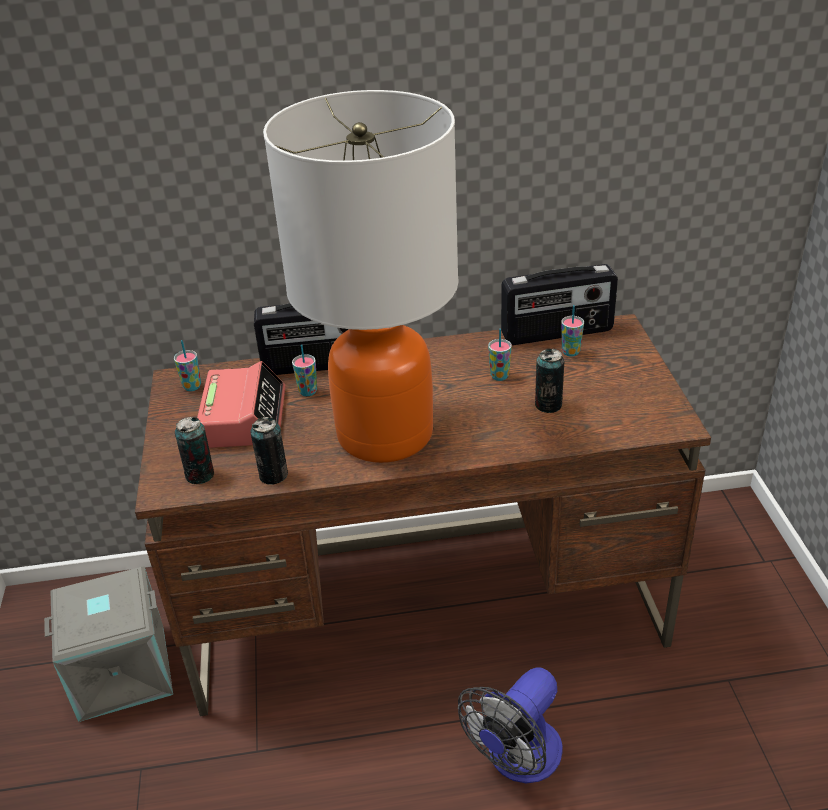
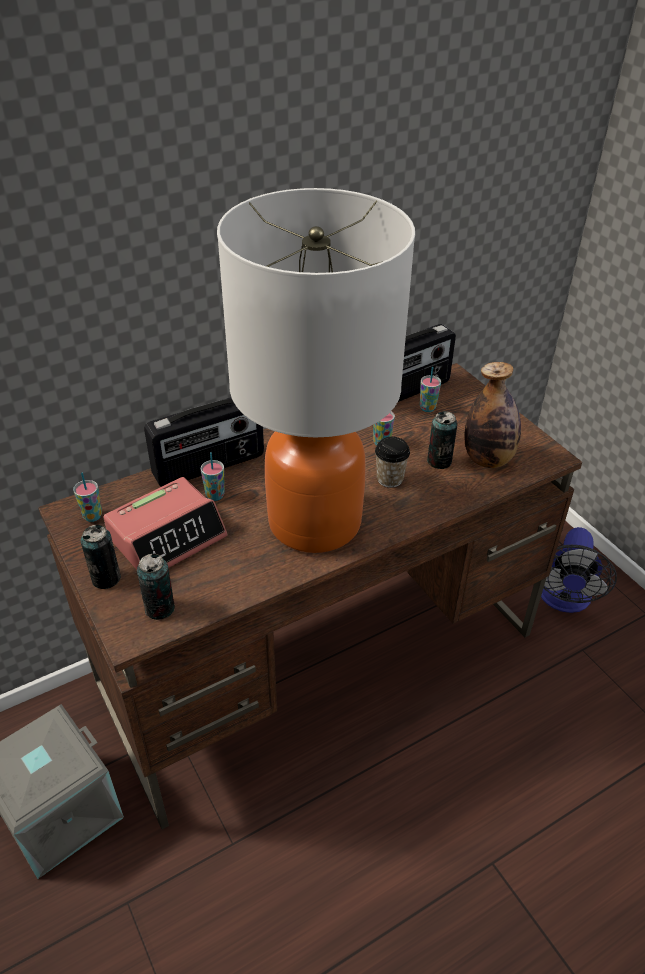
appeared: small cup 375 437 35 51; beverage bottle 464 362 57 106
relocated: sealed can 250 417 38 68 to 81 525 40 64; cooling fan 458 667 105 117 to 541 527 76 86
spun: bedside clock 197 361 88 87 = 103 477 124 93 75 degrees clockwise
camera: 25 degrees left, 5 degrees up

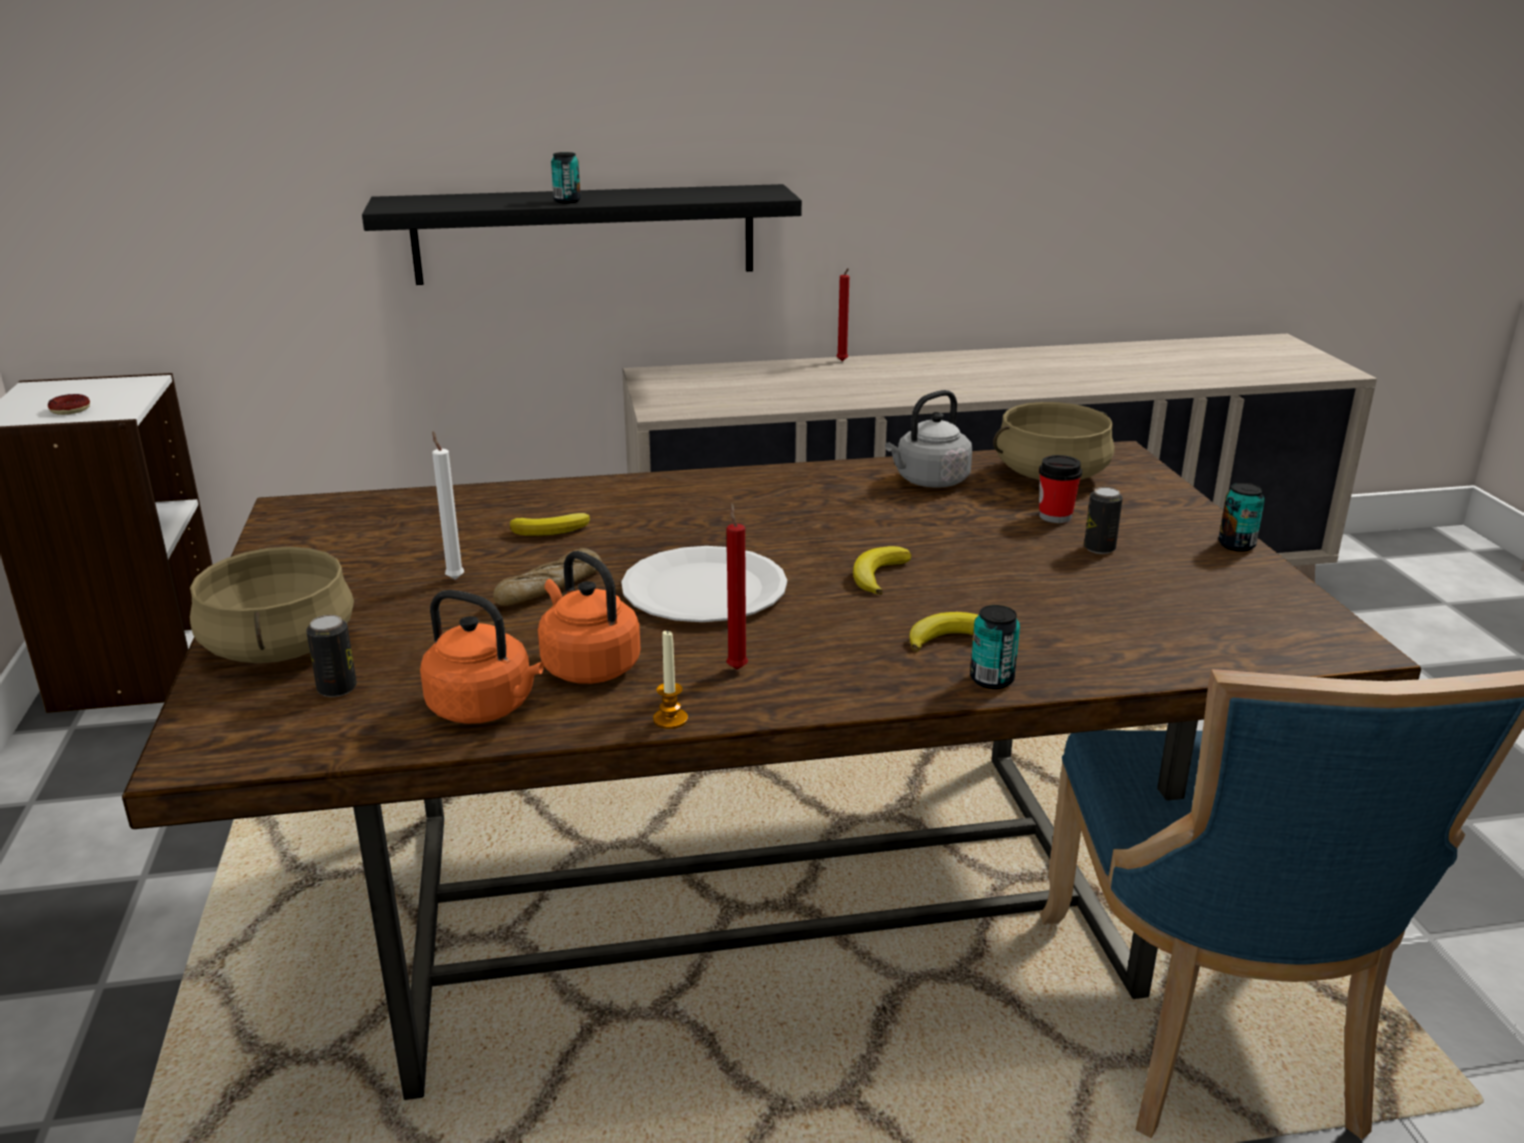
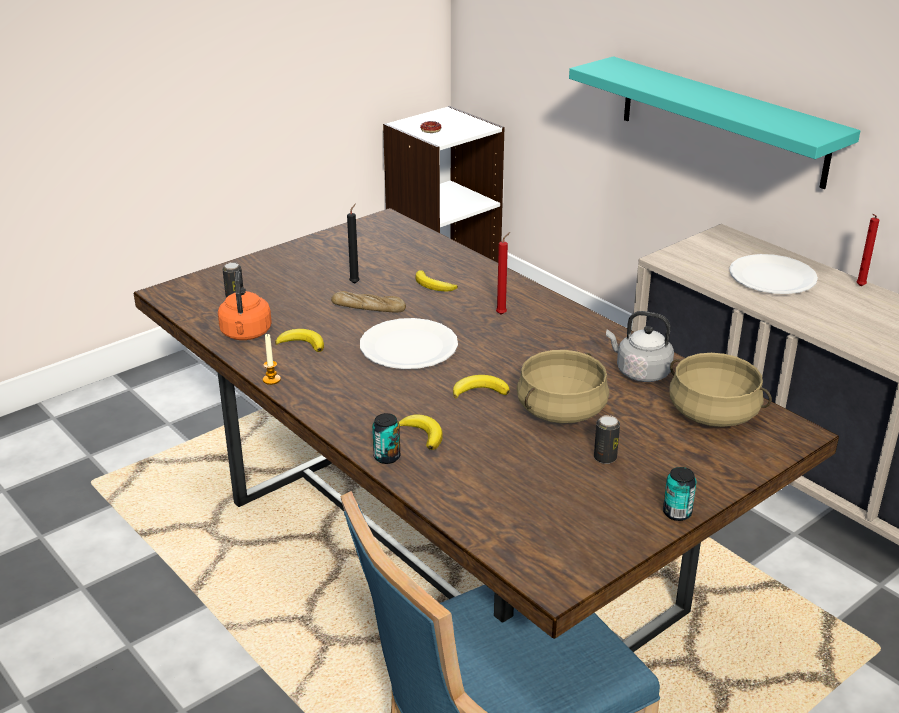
missing: sealed can 551 152 30 52; small cup 1039 455 43 68
appeared: flat dish/white-coloured 729 254 89 40
relocated: stockpot/beige 190 547 164 116 to 517 350 92 73; wax light/red 726 503 22 167 to 496 232 14 83
exchanged: kettle/orangey 538 551 103 133 to whole banana 275 329 49 23
colour: bracket shelf/black 362 184 440 101 to bracket shelf/blue-green 569 56 291 133; wax light/white-coloured 432 432 32 148 to wax light/black 347 203 13 81
camera: 60 degrees right, 5 degrees up

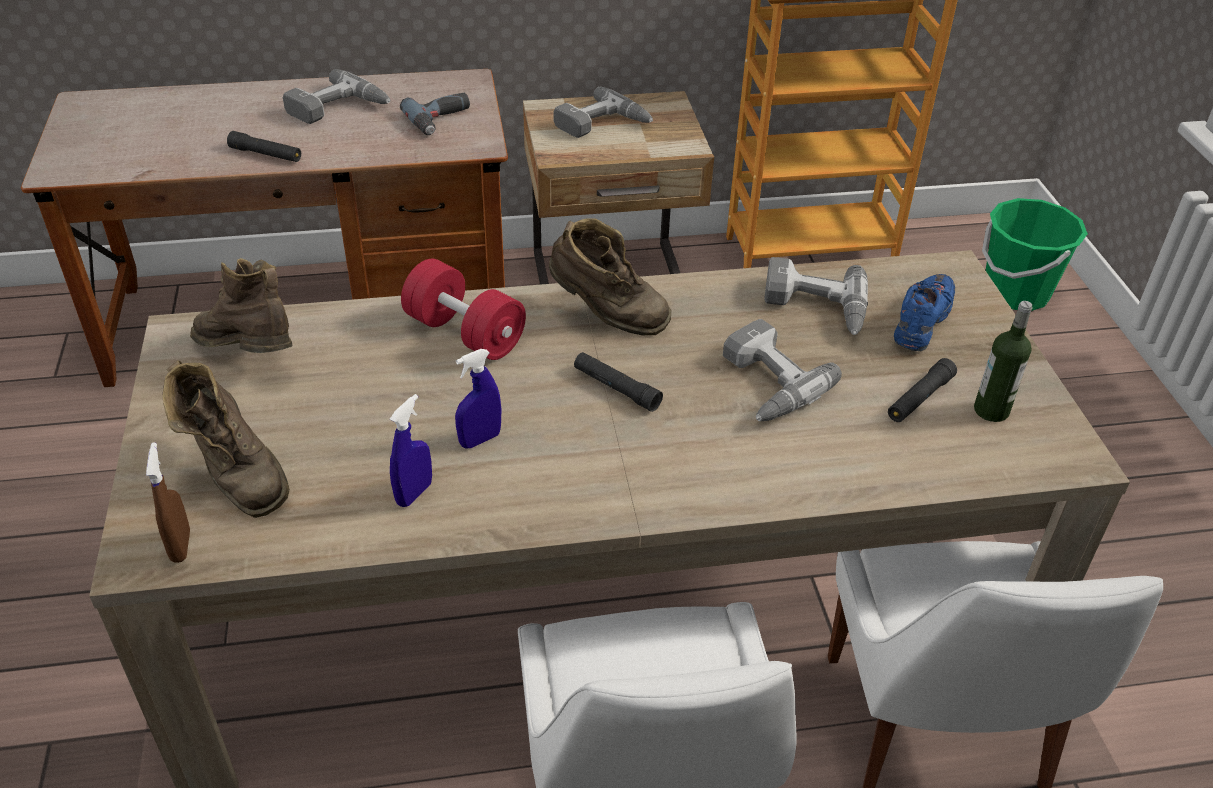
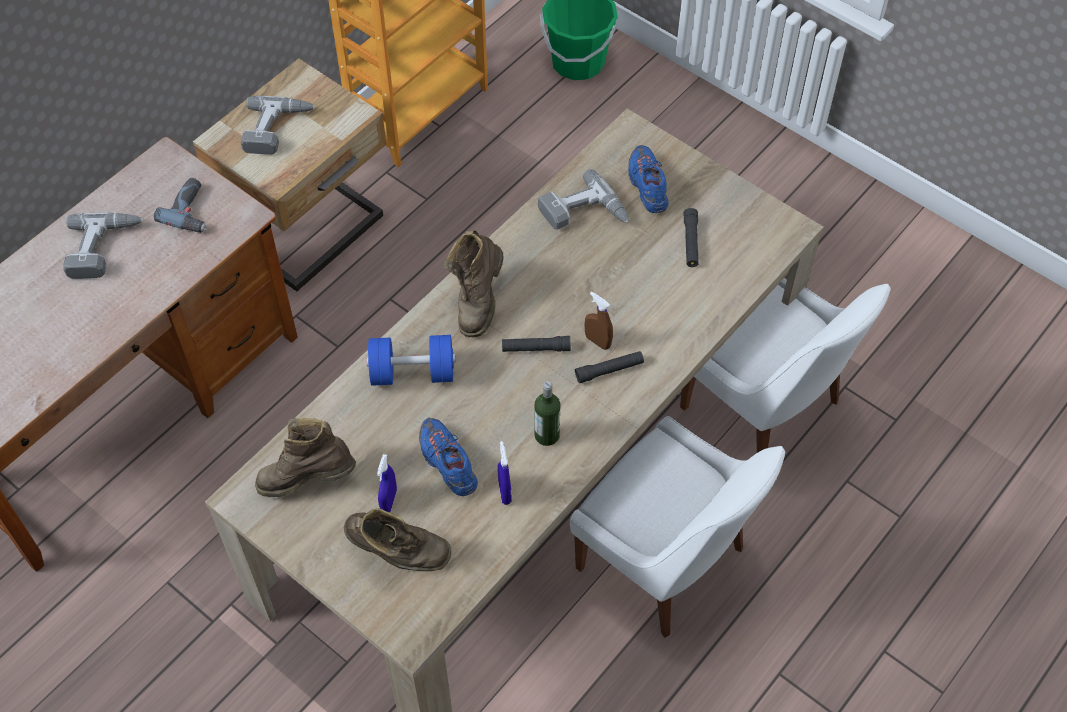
missing: electric drill 723 319 119 102
appeared: low shoe/blue 419 417 59 79
relocated: spray bottle/brown 146 442 44 121 to 584 291 29 59; hand torch/black 227 131 74 31 to 575 351 69 32; spray bottle/blue 455 349 46 100 to 377 454 20 58; beverage bottle 974 301 59 121 to 534 381 26 65
colour: hand weight/red 401 258 125 102 to hand weight/blue 366 335 90 51
spun: high-top boot/brown 549 219 122 116 = 444 230 60 107 120 degrees clockwise
camera: 40 degrees left, 15 degrees up

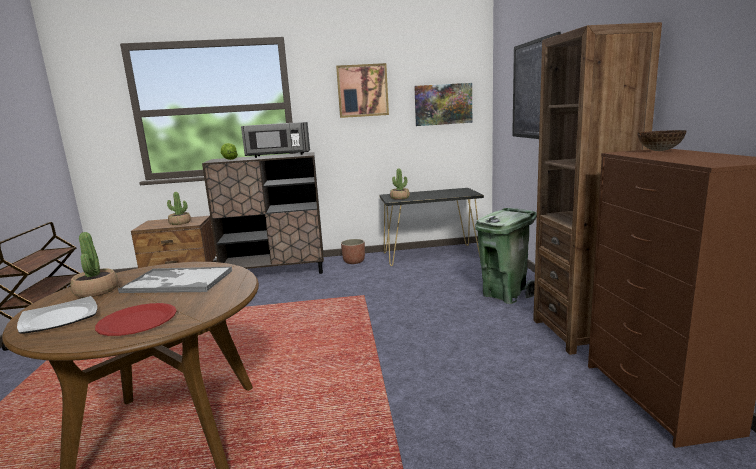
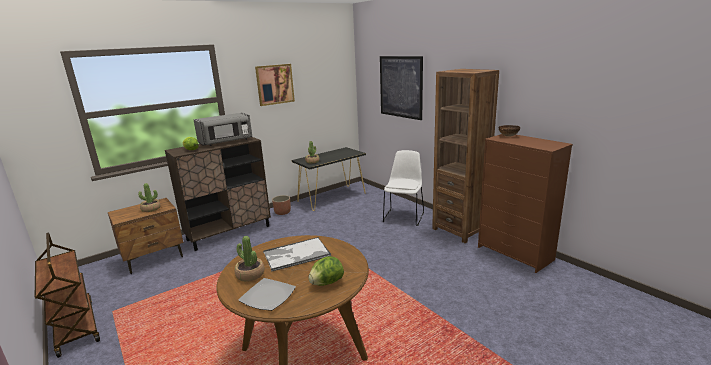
missing: wall art 414 83 58 43
exchanged: flat dish/red 95 303 82 33 to lettuce 309 256 35 30; waste bin/green 475 208 62 96 to upright chair/white-coloured 383 150 41 76
camera: 30 degrees left, 5 degrees up

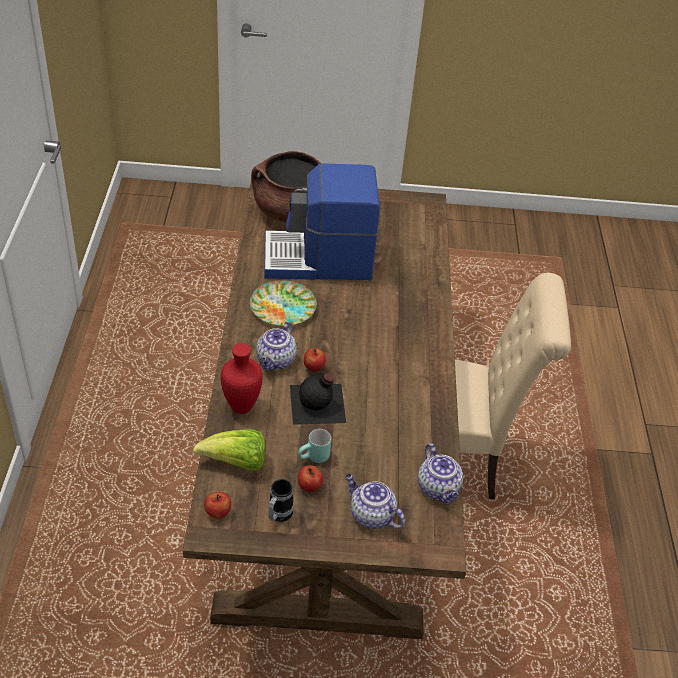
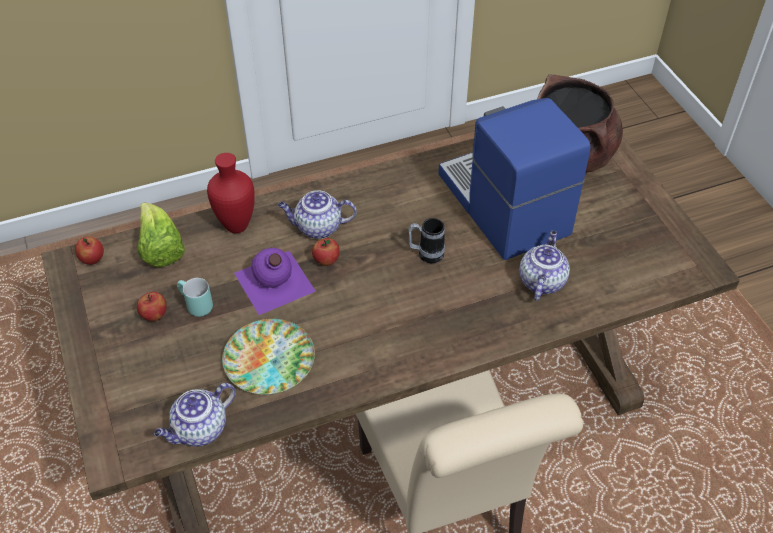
relocated: flat dish 250 280 67 46 to 222 319 93 76; mug 269 479 25 43 to 408 218 37 45; tea pot 345 474 60 55 to 519 230 51 71
colour: beverage bottle/black 290 373 56 52 to beverage bottle/purple 234 248 82 67
camera: 70 degrees right, 5 degrees up

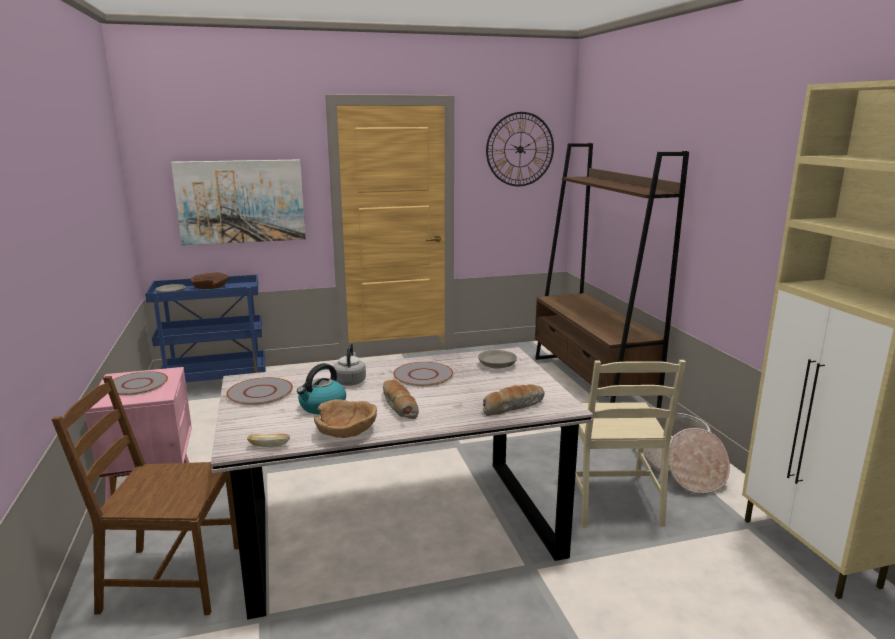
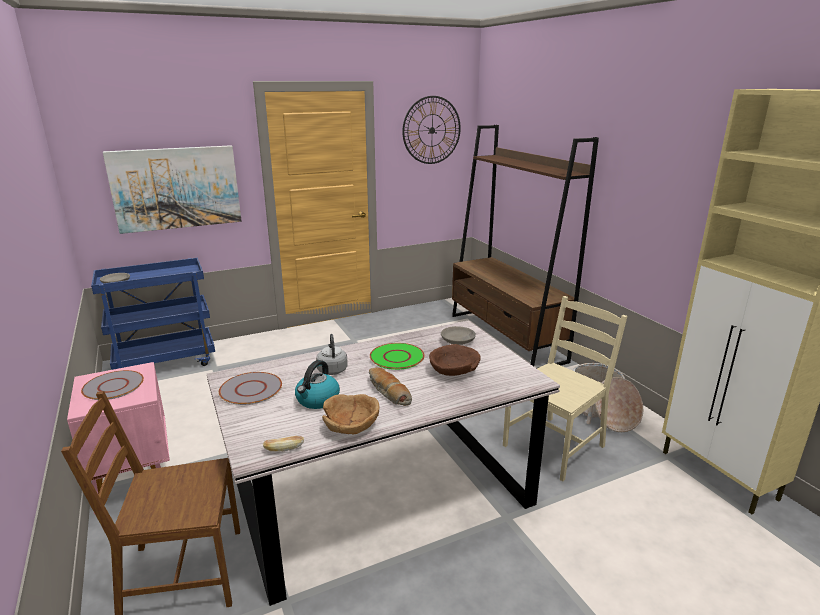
missing: bakery bread 483 384 61 32
relocated: deep dish/brown 190 272 39 17 to 429 344 52 32
colour: flat dish/gray 393 362 60 25 to flat dish/green 370 343 55 27
spun: upright chair/beige 575 360 111 168 = 503 296 124 185 120 degrees counterclockwise
camera: 10 degrees left, 5 degrees up

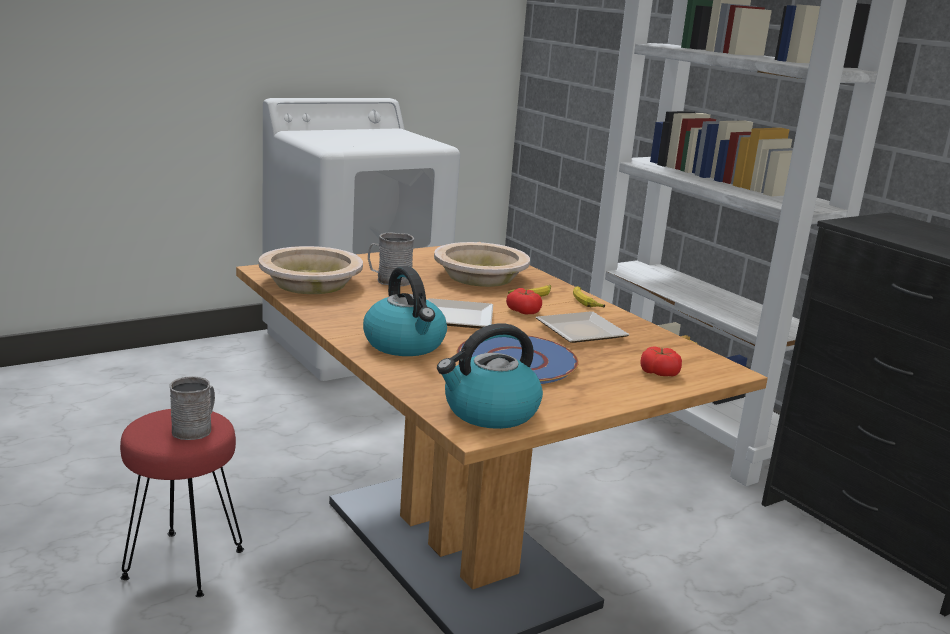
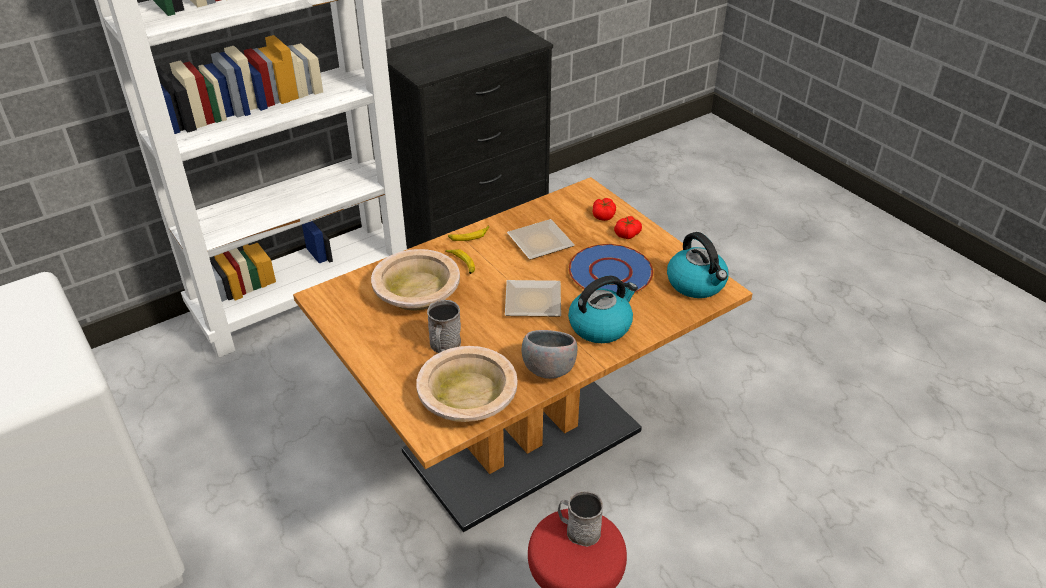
appeared: deep dish/gray 521 330 57 49
relocated: tomato 506 288 36 26 to 614 216 28 23
camera: 90 degrees left, 20 degrees up

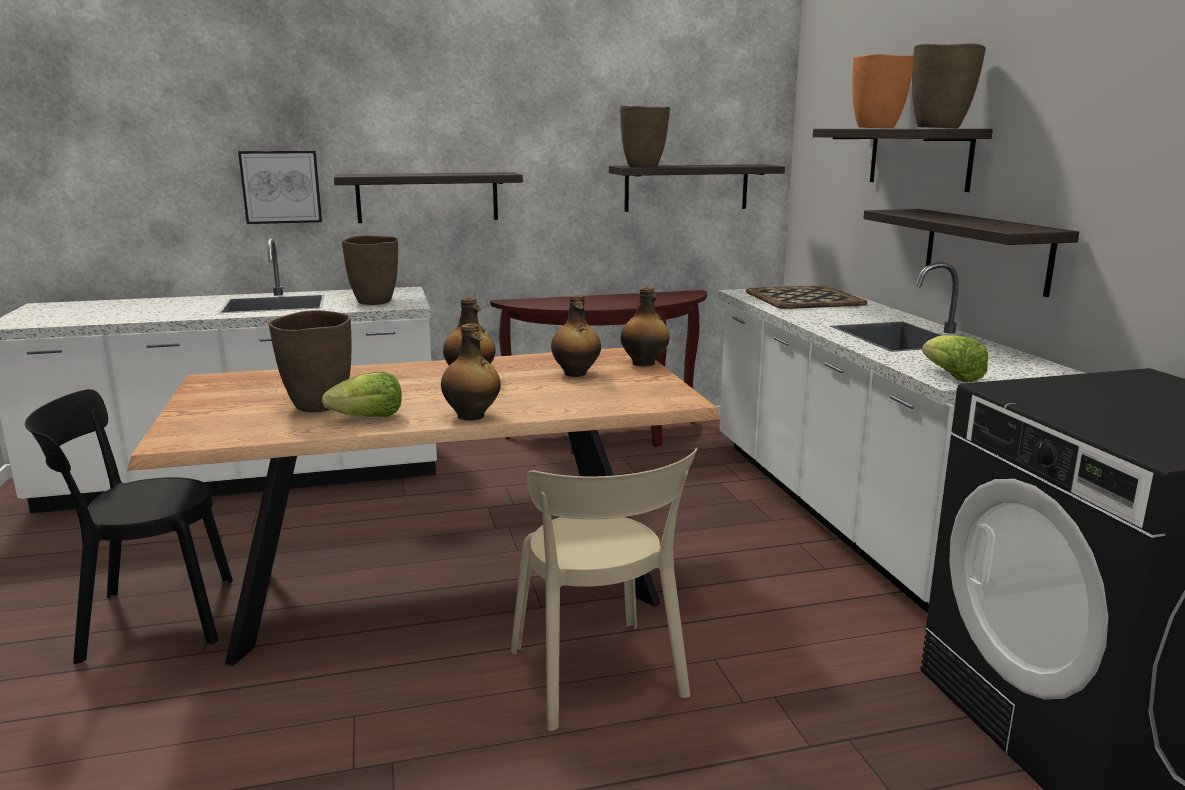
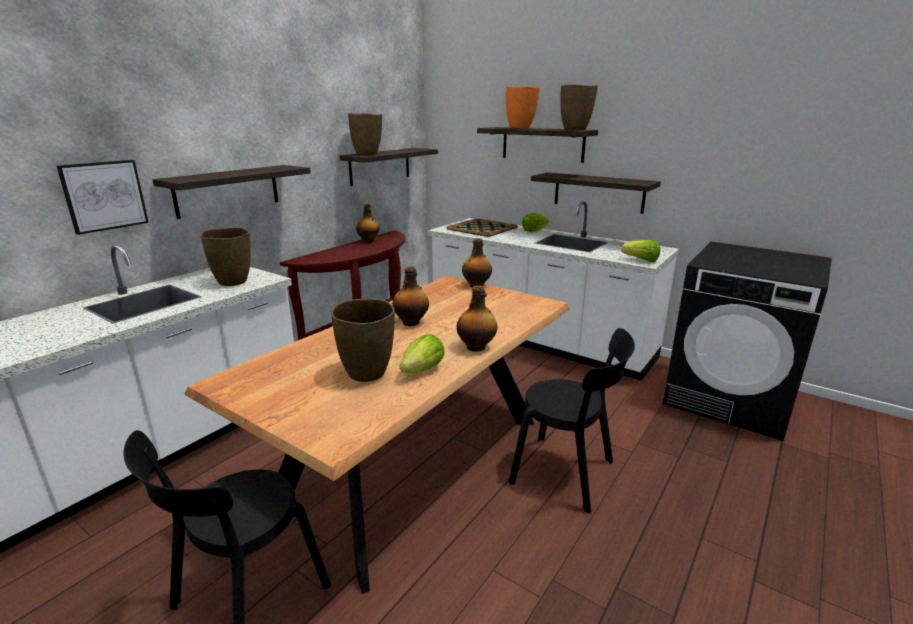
appeared: lettuce 522 213 27 19
relocated: beverage bottle 551 294 50 83 to 356 204 24 38
colour: upright chair/beige 511 448 187 283 to upright chair/black 509 328 126 186
camera: 40 degrees left, 5 degrees up

